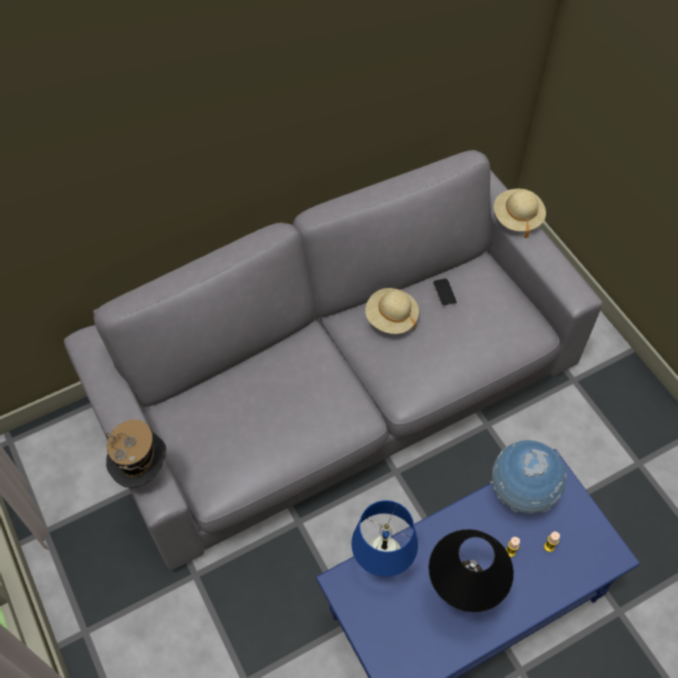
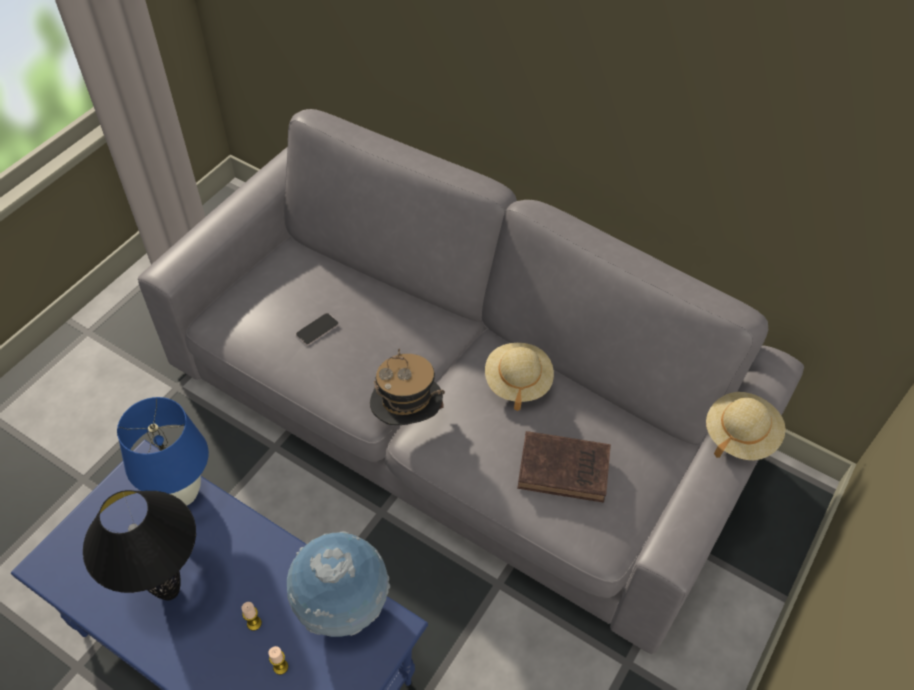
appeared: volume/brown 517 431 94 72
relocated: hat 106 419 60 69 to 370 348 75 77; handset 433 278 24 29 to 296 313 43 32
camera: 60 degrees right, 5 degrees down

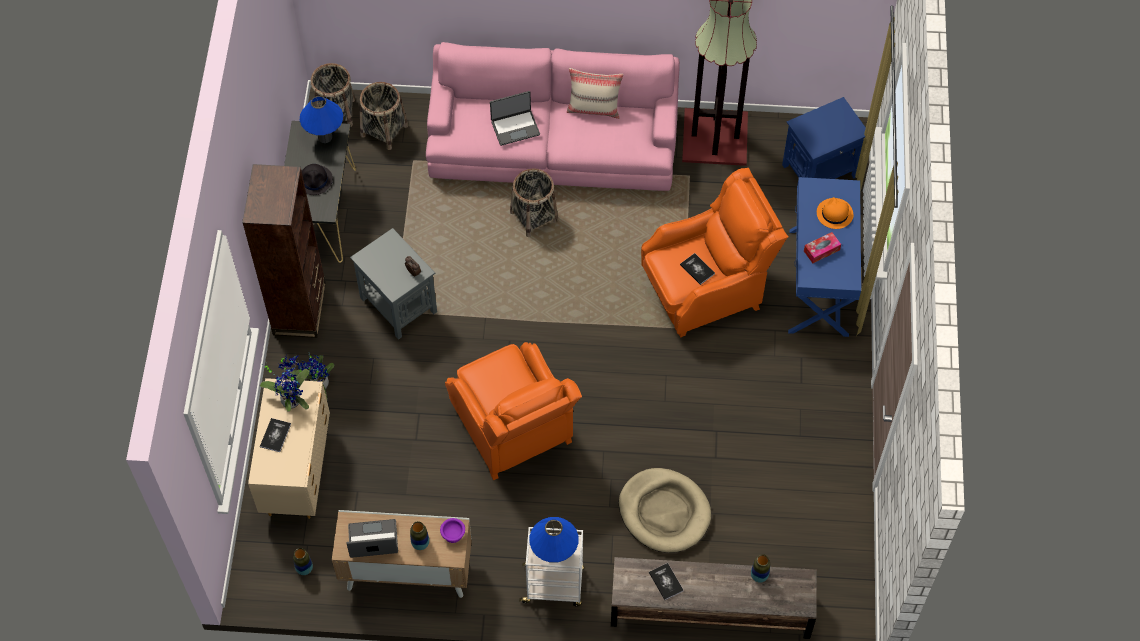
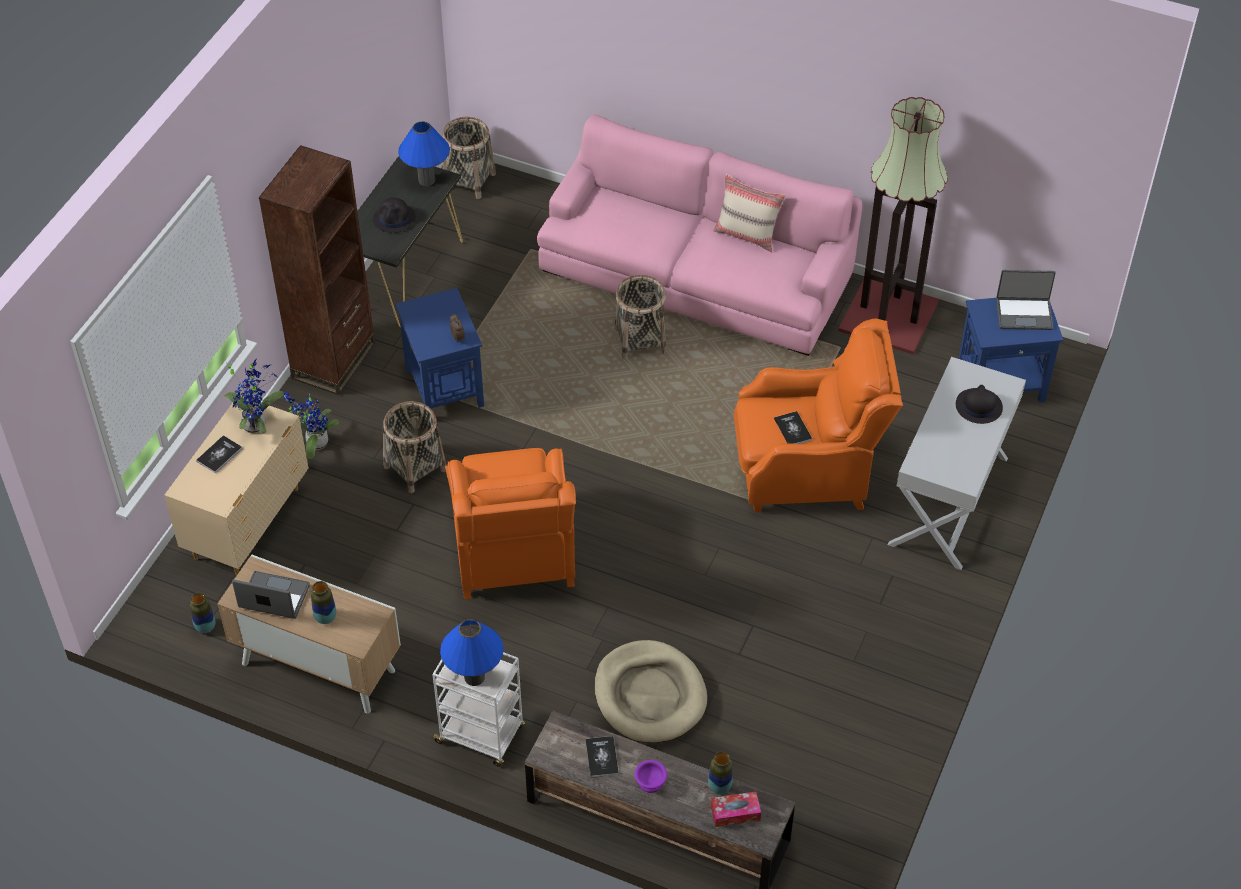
relocated: storage basket 360 82 48 68 to 383 401 64 92; deep dish/purple 440 518 25 25 to 634 760 33 33; laptop 490 91 50 55 to 996 270 60 60; tissue holder 804 232 37 31 to 711 792 50 35
colour: end table/gray 350 228 87 112 to end table/blue 395 288 89 120; narrow table/blue 788 177 73 160 to narrow table/white-coloured 888 357 138 213; hat/orangey 817 197 36 32 to hat/black 956 385 47 39
camera: 20 degrees right, 10 degrees down

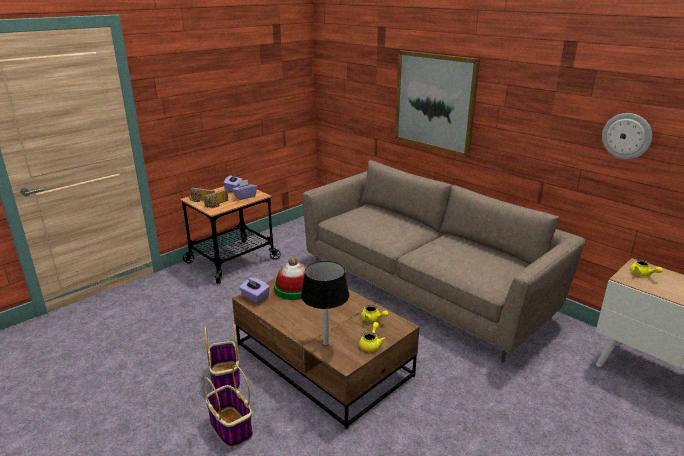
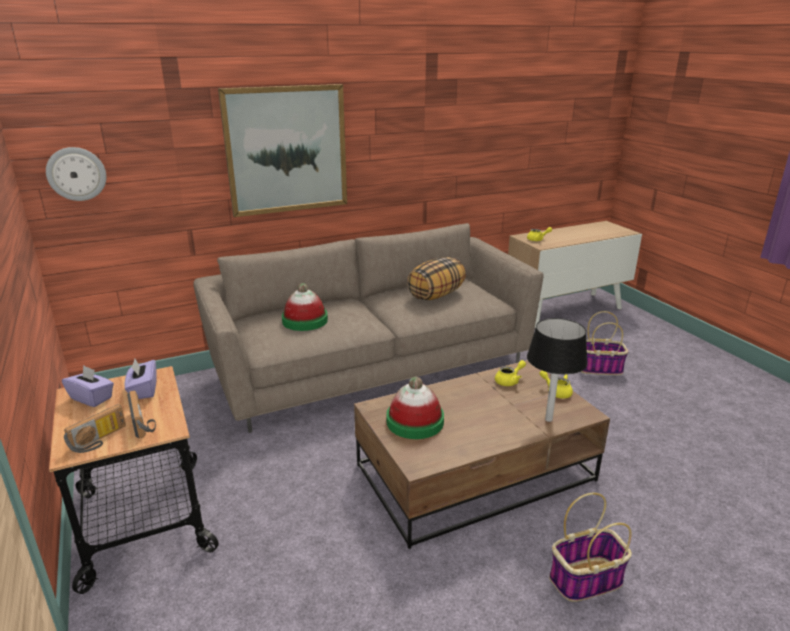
missing: tissue holder/purple 239 277 31 26
appeared: hat 282 283 46 48; throw pillow 407 257 59 43
relocated: storage basket 205 323 35 68 to 581 311 48 64; hanging clock 602 113 50 46 to 46 147 60 54
camera: 70 degrees left, 0 degrees up

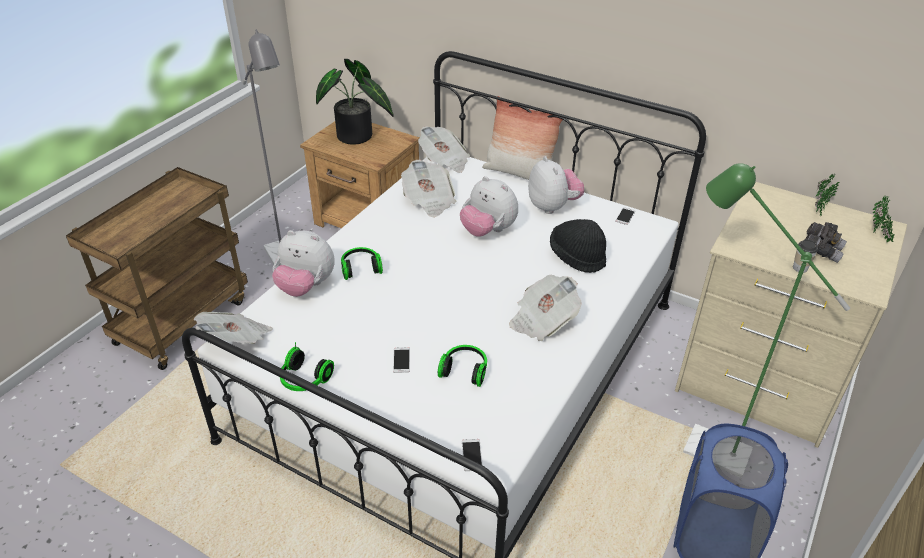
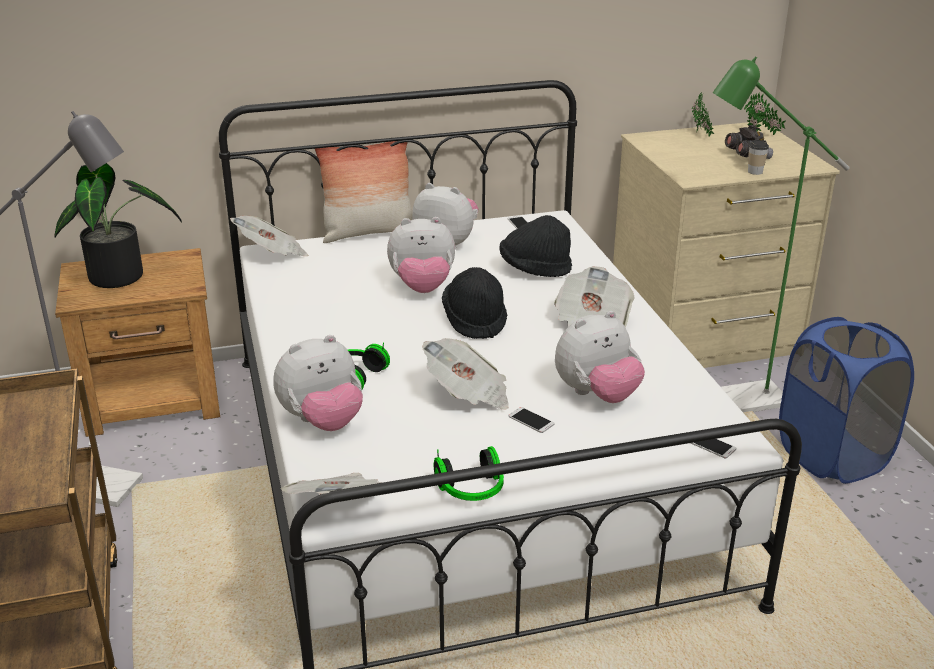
appeared: hat/black 442 267 65 72
relocated: daily paper 401 160 55 58 to 422 338 87 72
exchanged: headset 438 345 49 42 to cuddly toy 555 311 90 92
camera: 45 degrees left, 10 degrees down

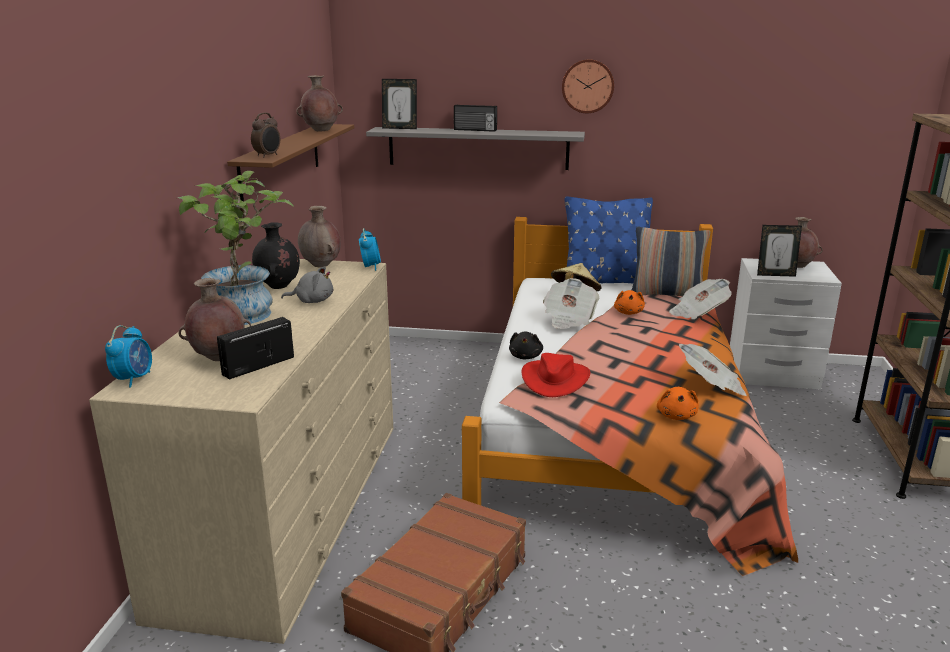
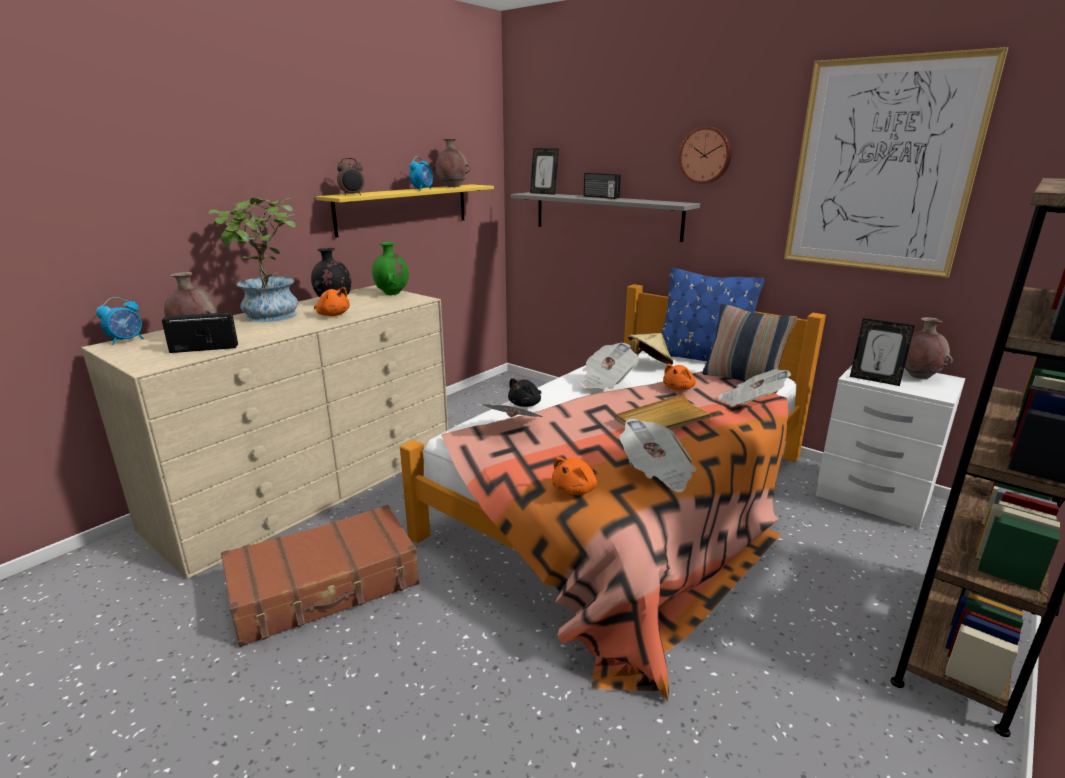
appeared: serving tray/beige 615 393 107 38; wall art 784 47 224 231
relocated: bedside clock 359 228 22 43 to 409 156 24 35
exchanged: hat/red 522 353 68 44 to daily paper 478 404 65 13
colour: bracket shelf/brown 227 124 127 78 to bracket shelf/yellow-coloured 316 184 178 54; cuddly toy/gray 281 266 52 37 to cuddly toy/orangey 314 287 36 29; vase/brown 298 206 43 62 to vase/green 372 242 37 53
camera: 30 degrees right, 0 degrees up

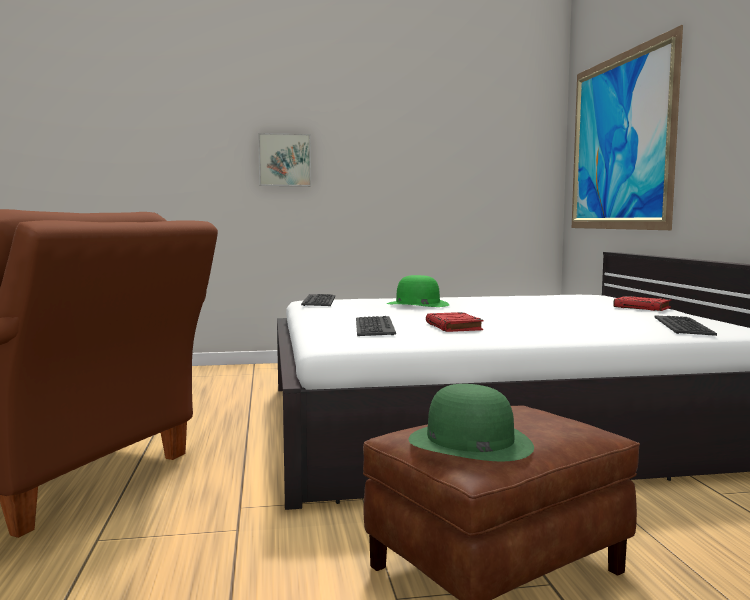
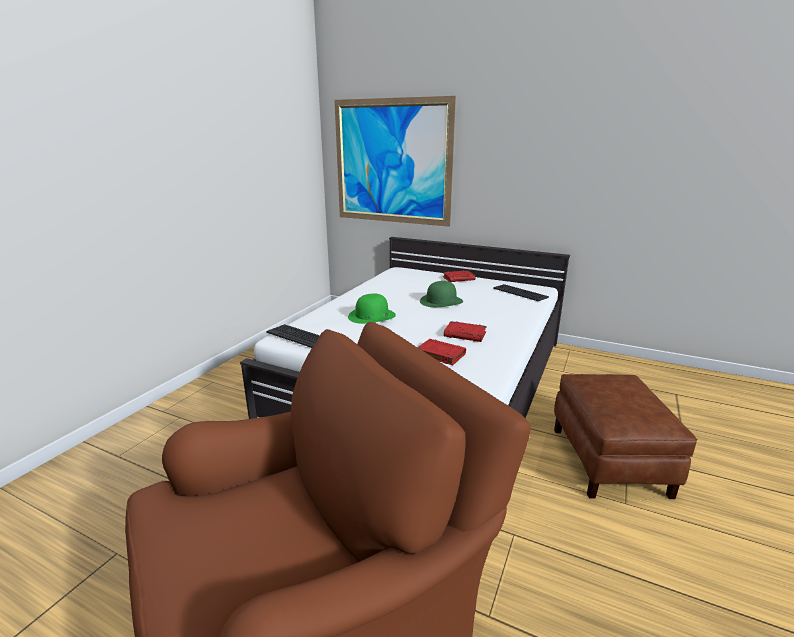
missing: wall art 258 133 53 53
relocated: hat/green 408 384 126 77 to 420 281 43 26
exchanged: keyboard 356 316 40 20 to volume/red 417 339 49 26
camera: 55 degrees left, 15 degrees up

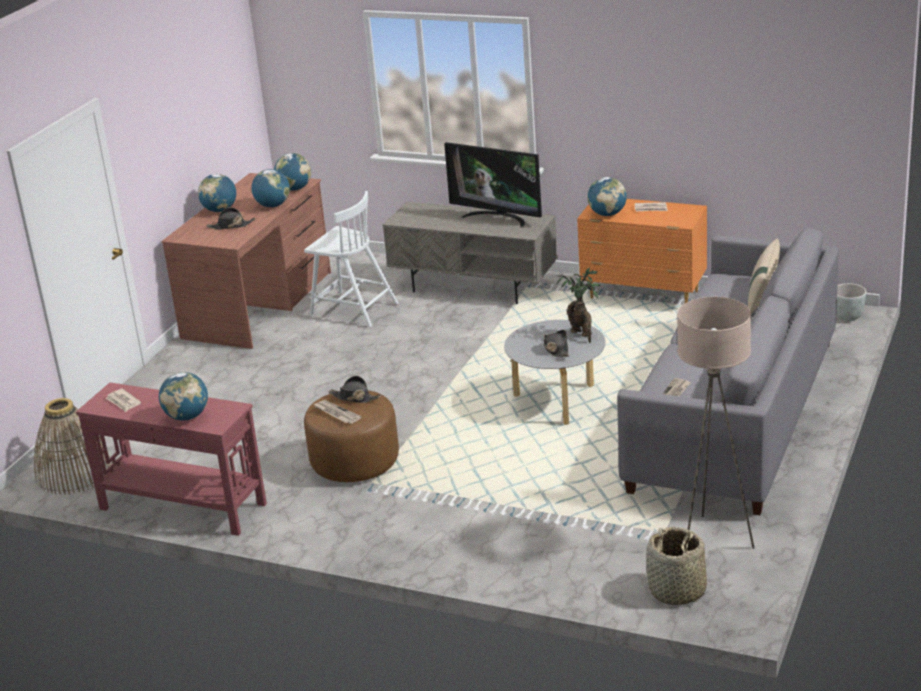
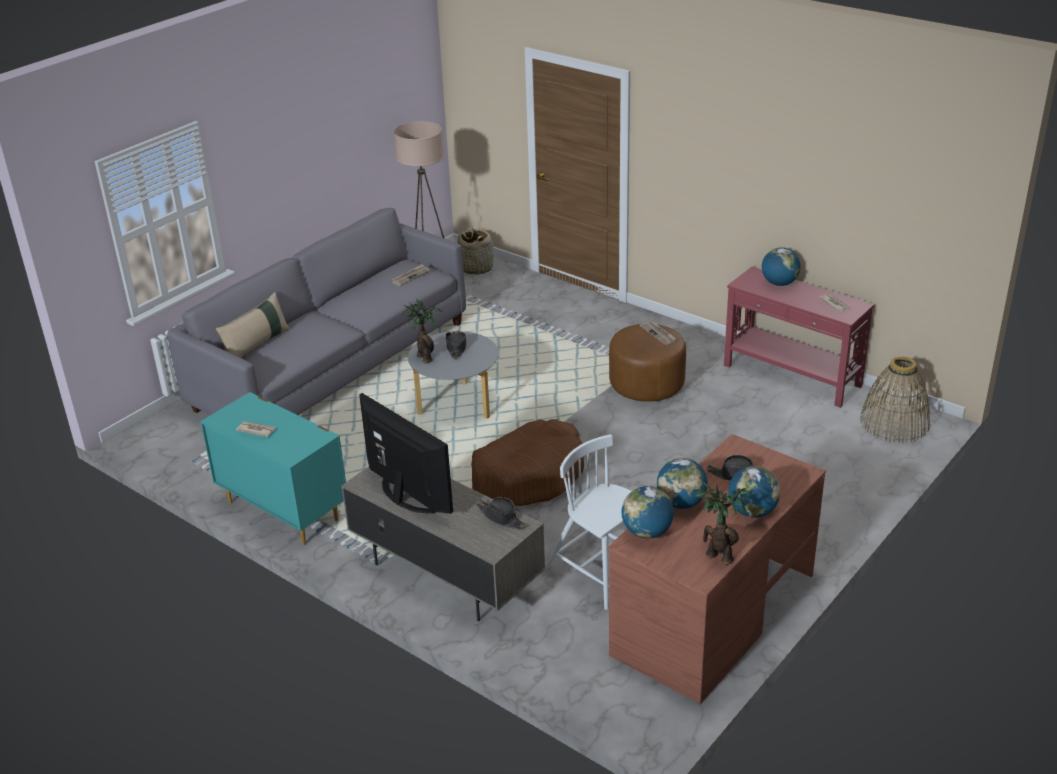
missing: world globe 587 177 40 39; flower pot/gray 836 283 30 38
appeared: dog bed/brown 471 419 113 87; houseplant 694 482 57 83
relocated: hat/black 329 376 52 27 to 476 497 50 32
colour: chest of drawers/orangey 577 199 130 104 to chest of drawers/blue-green 200 392 146 153
camera: 165 degrees left, 5 degrees up

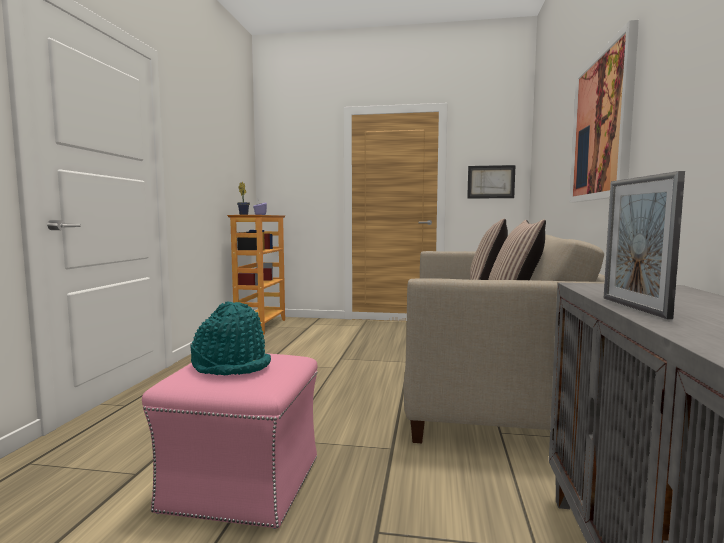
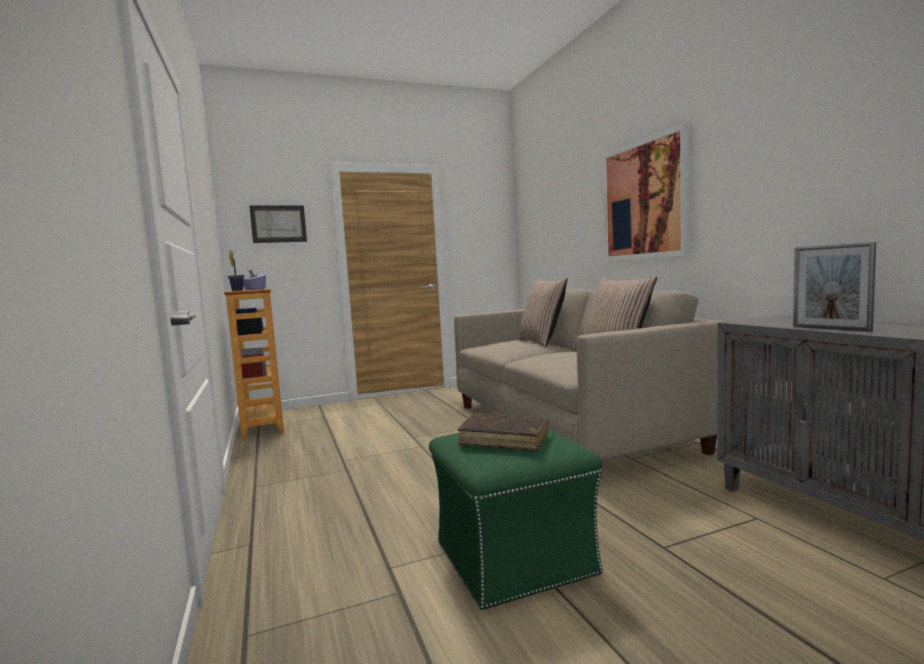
relocated: wall art 467 165 48 34 to 249 205 58 38
exchanged: hat/blue-green 190 302 81 73 to volume/brown 458 413 91 38
colour: ottoman/pinkish 142 353 176 176 to ottoman/green 429 429 174 181
camera: 30 degrees left, 0 degrees up

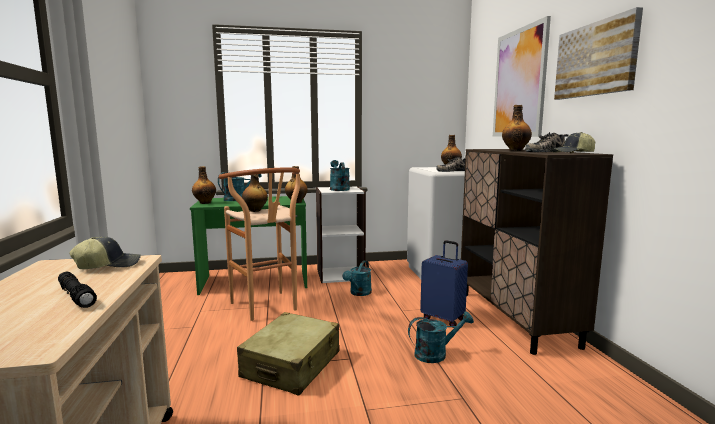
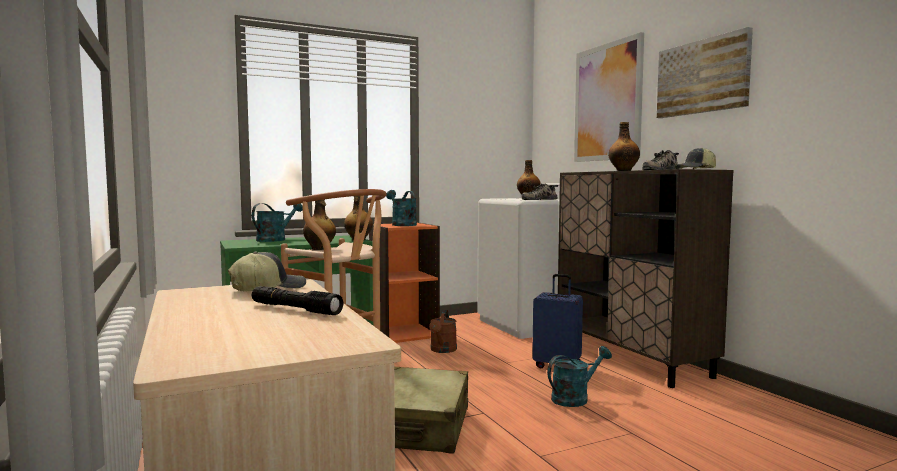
missing: beverage bottle 192 166 24 38
colour: bookcase/white-coloured 316 186 50 97 to bookcase/orangey 369 223 71 120; watering can/blue-green 343 261 29 35 to watering can/brown 429 310 28 43
camera: 15 degrees left, 5 degrees down

